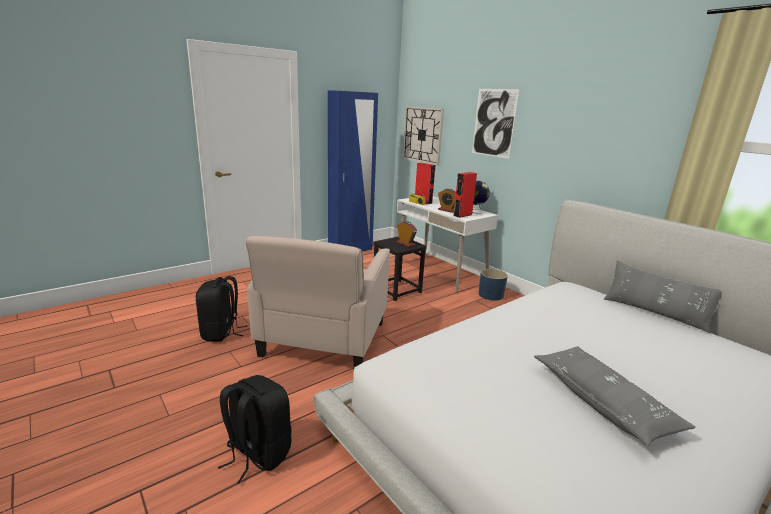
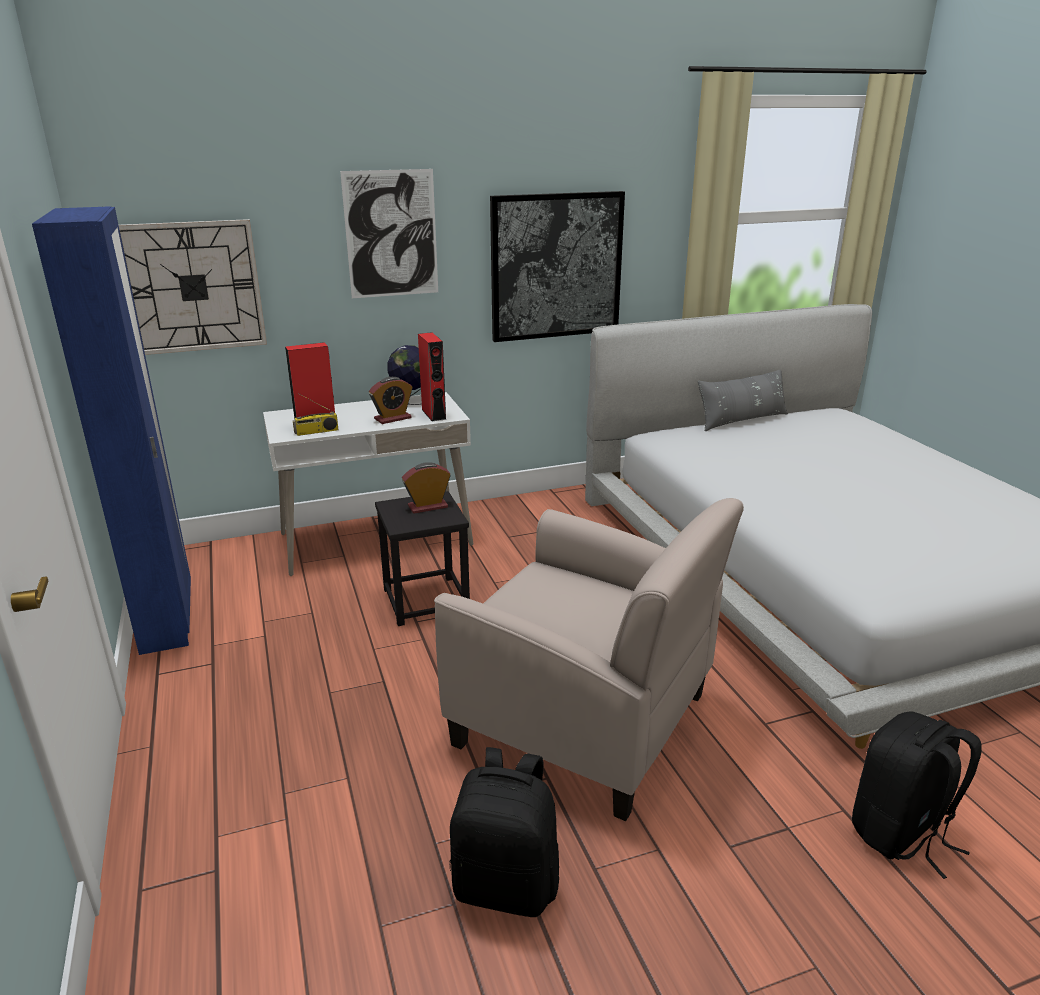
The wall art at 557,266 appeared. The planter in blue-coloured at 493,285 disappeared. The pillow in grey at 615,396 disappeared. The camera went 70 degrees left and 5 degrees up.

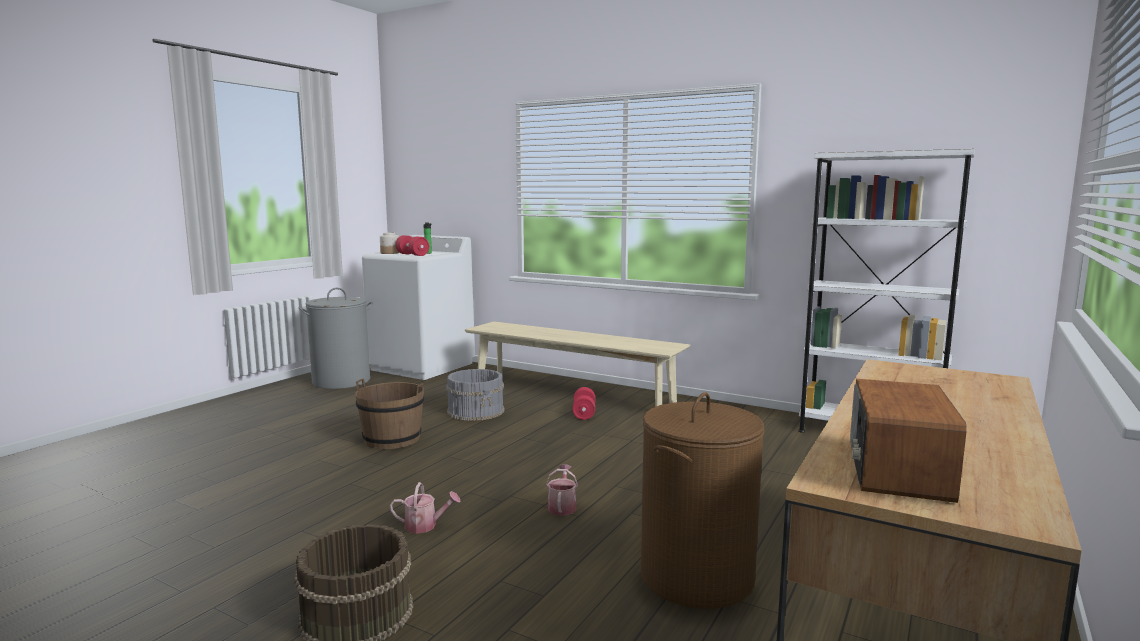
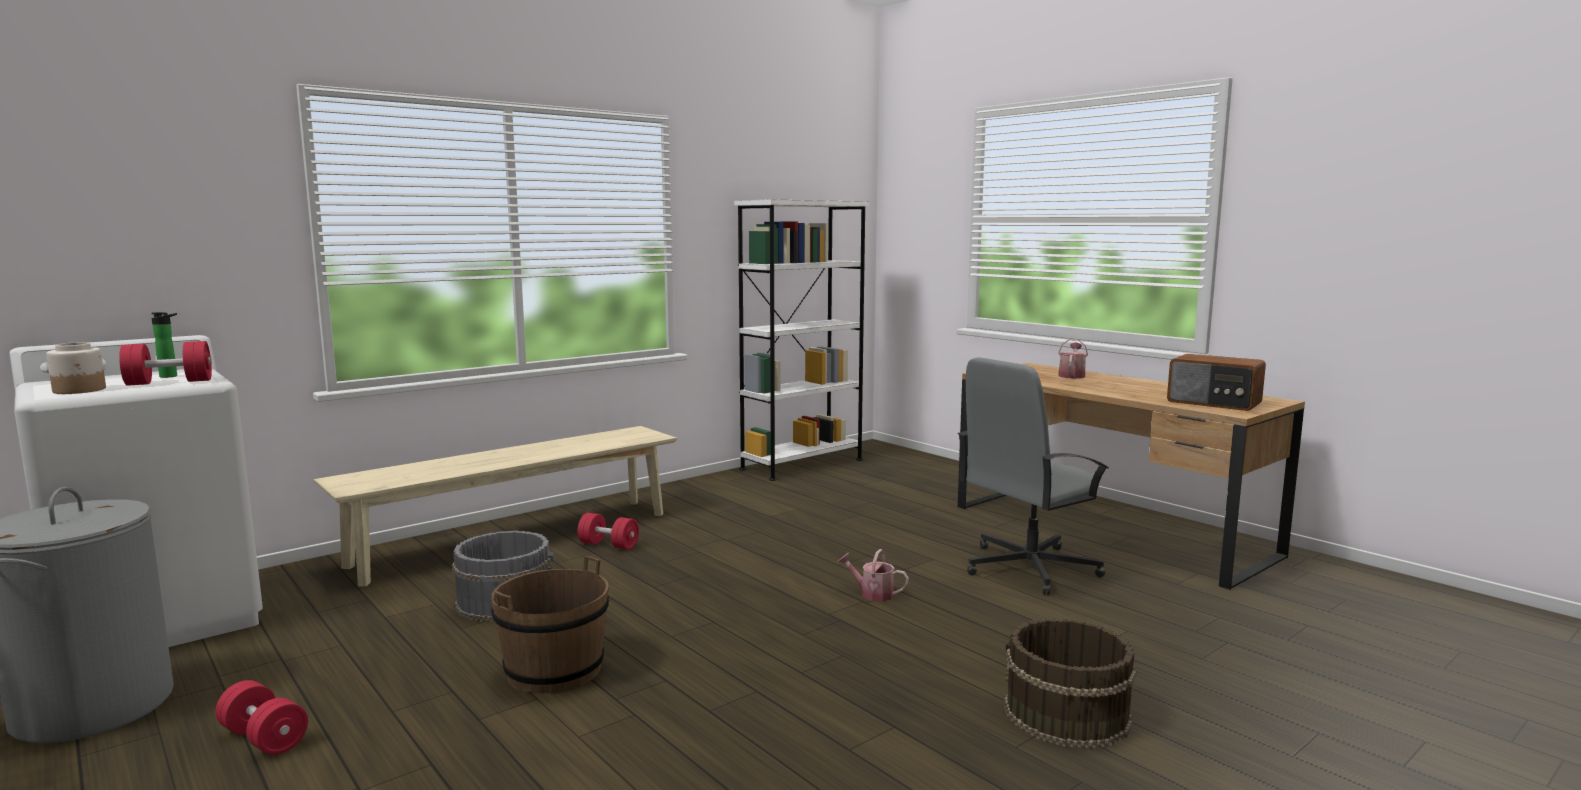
The hand weight in reddish at 261,717 appeared. The laundry basket in brown-coloured at 702,500 was replaced by the desk chair in grey at 1033,476. The sprinkling can moved from 425,508 to 1073,359. The camera went 70 degrees left and 0 degrees up.

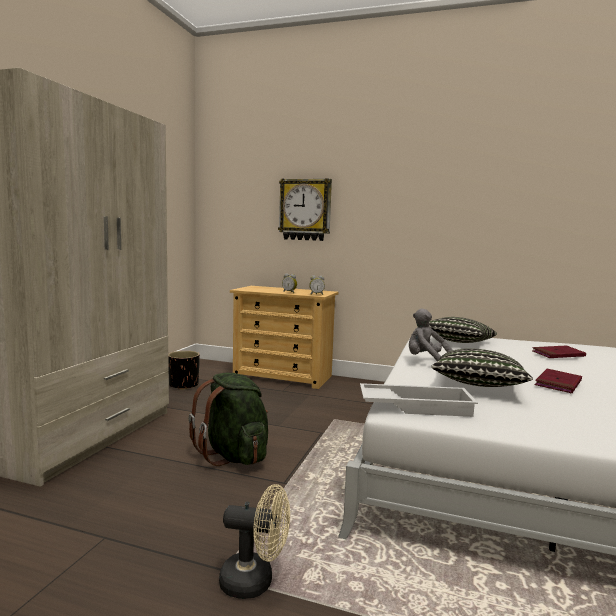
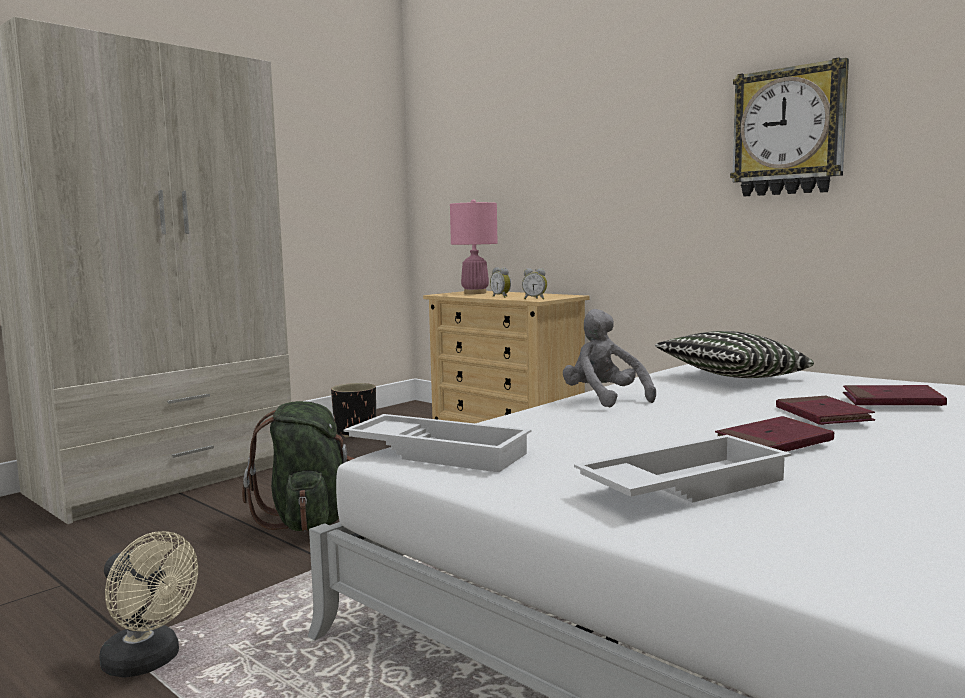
The lamp for a table in pink-coloured at 473,246 appeared. The carrying tray in white at 682,469 appeared. The hanging clock moved from 305,209 to 789,126. The bound book in reddish at 825,410 appeared. The pillow at 482,367 disappeared. The camera went 25 degrees right and 0 degrees up.

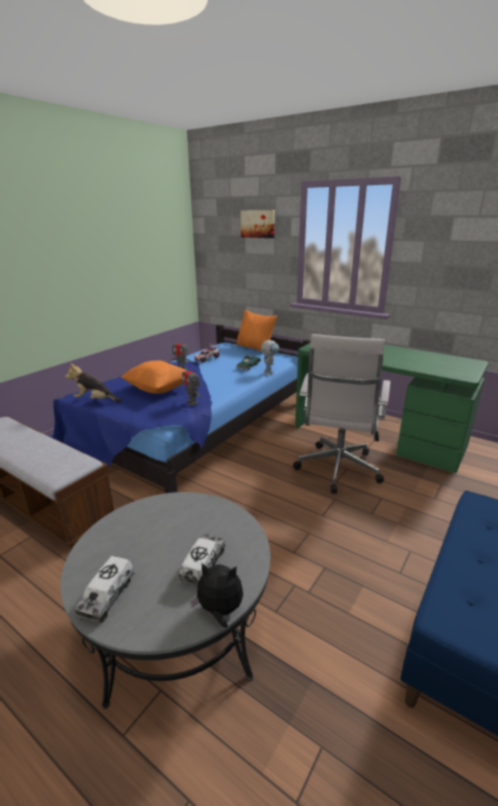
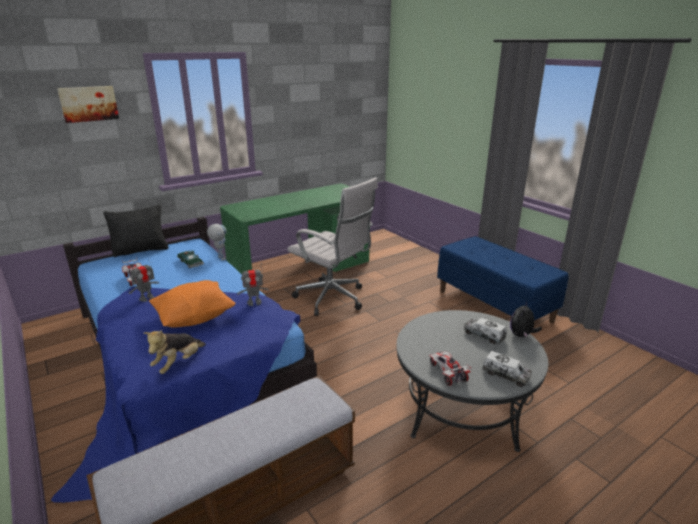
The pillow in orangey at 257,330 became the pillow in black at 136,230. The toy car at 450,369 appeared. The camera went 70 degrees left and 0 degrees up.

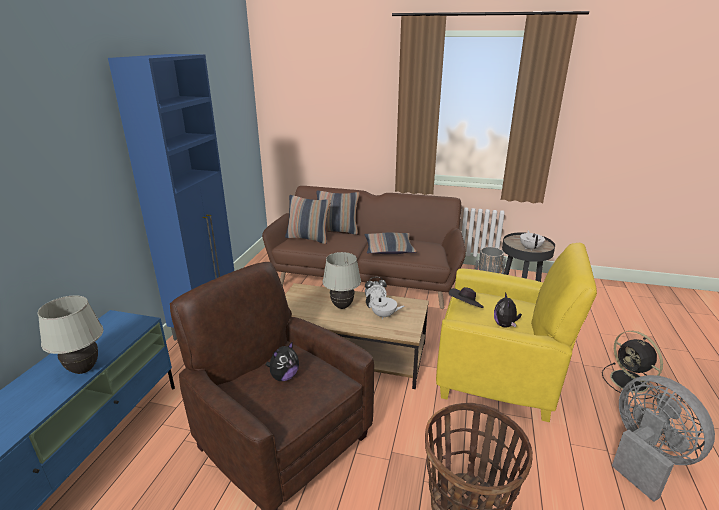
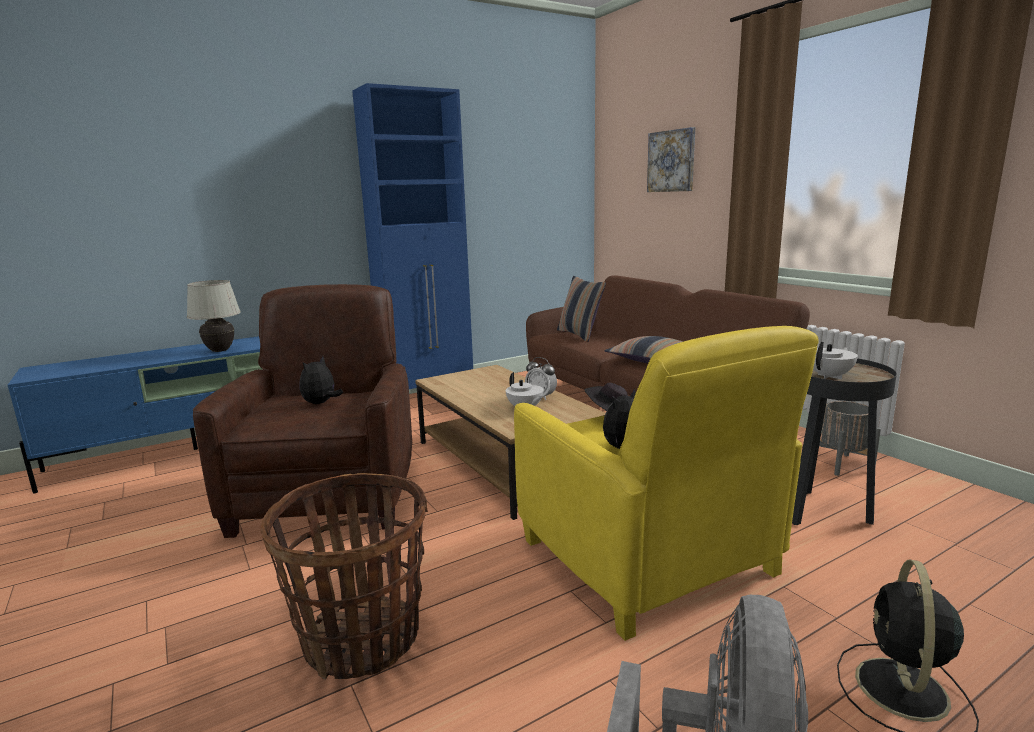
The cuddly toy at 282,361 turned 120 degrees clockwise. The wall art at 671,159 appeared. The pillow at 338,212 disappeared. The lamp for a table in white at 342,280 disappeared. The camera went 45 degrees right and 10 degrees down.

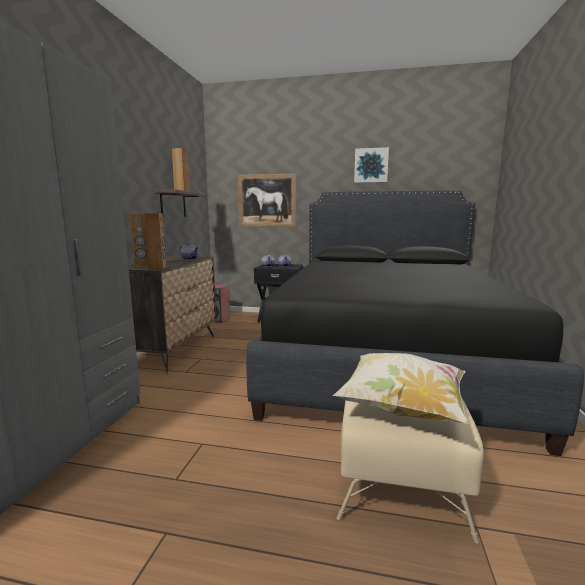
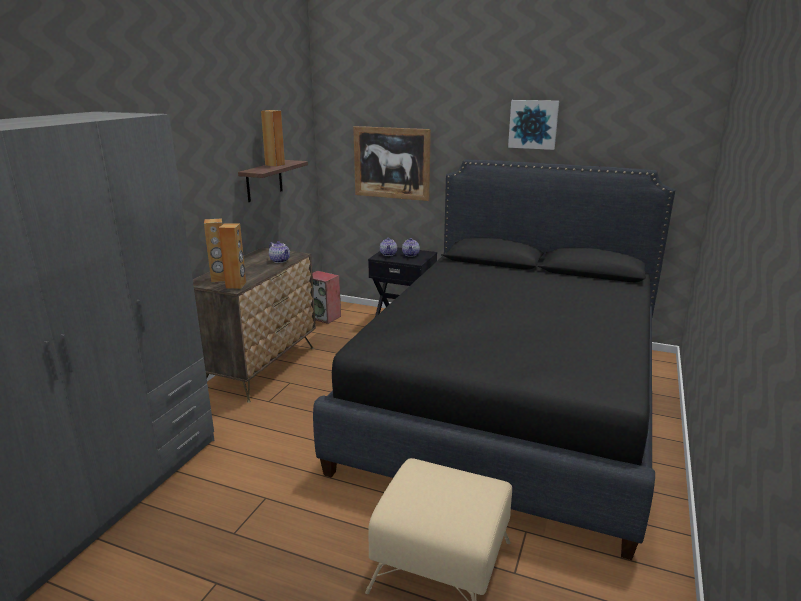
The pillow at 401,388 disappeared. The camera went 10 degrees right and 10 degrees up.

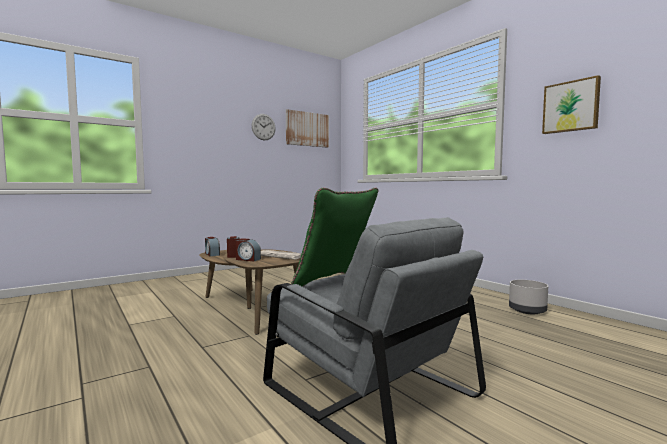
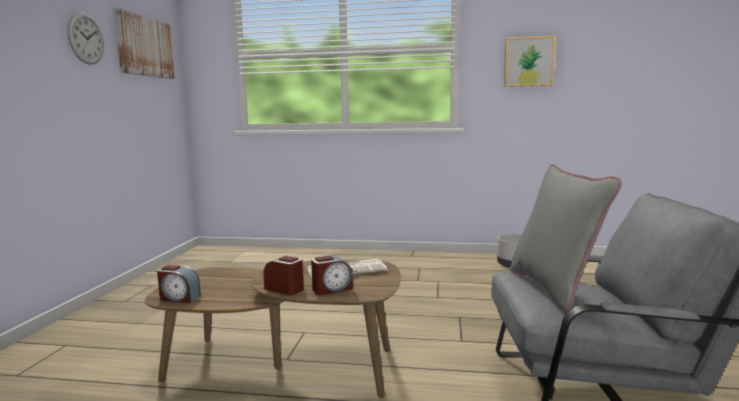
The pillow in greenish at 334,237 became the pillow in grey at 566,238. The camera went 45 degrees left and 5 degrees up.

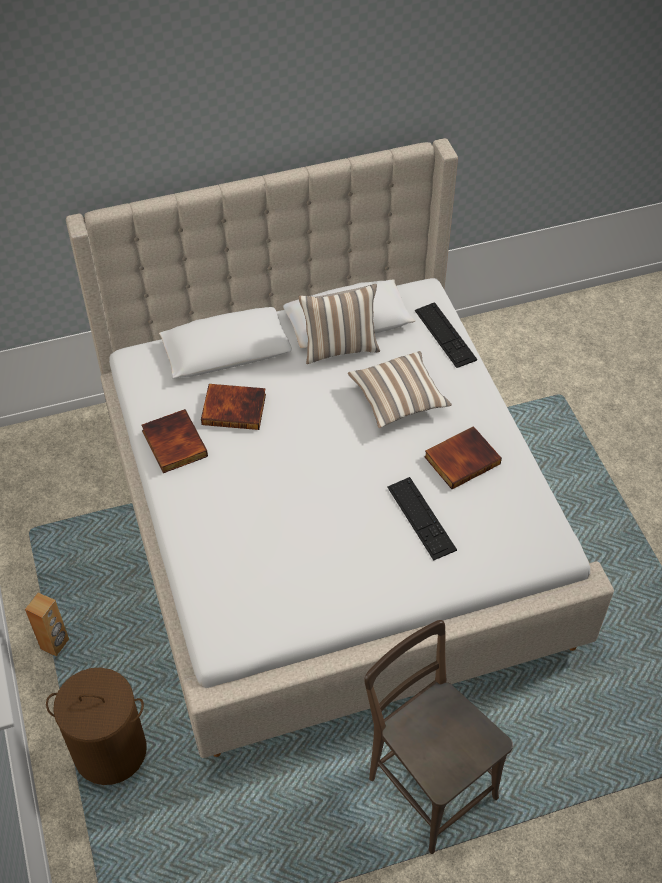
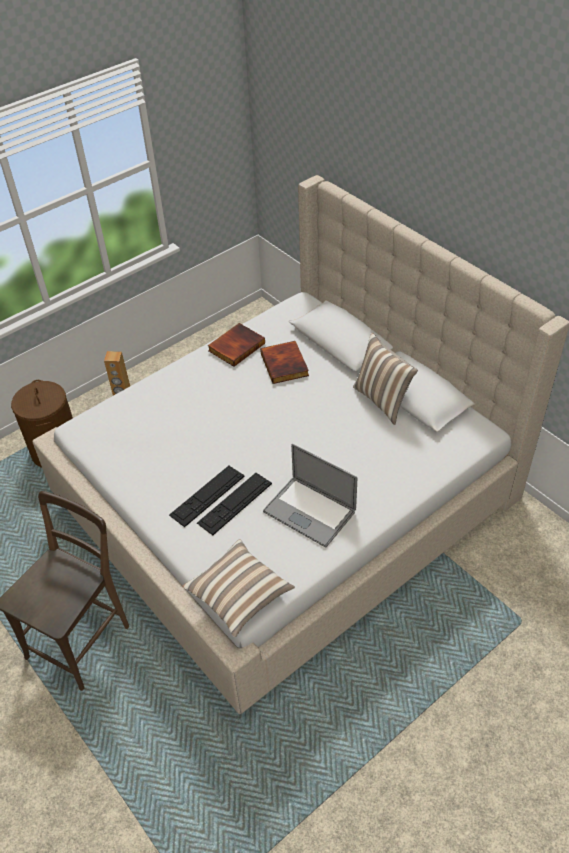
The computer keyboard moved from 446,335 to 207,496. The pillow moved from 400,389 to 238,588. The bound book at 463,457 was replaced by the portable computer at 310,495. The camera went 70 degrees right and 5 degrees down.

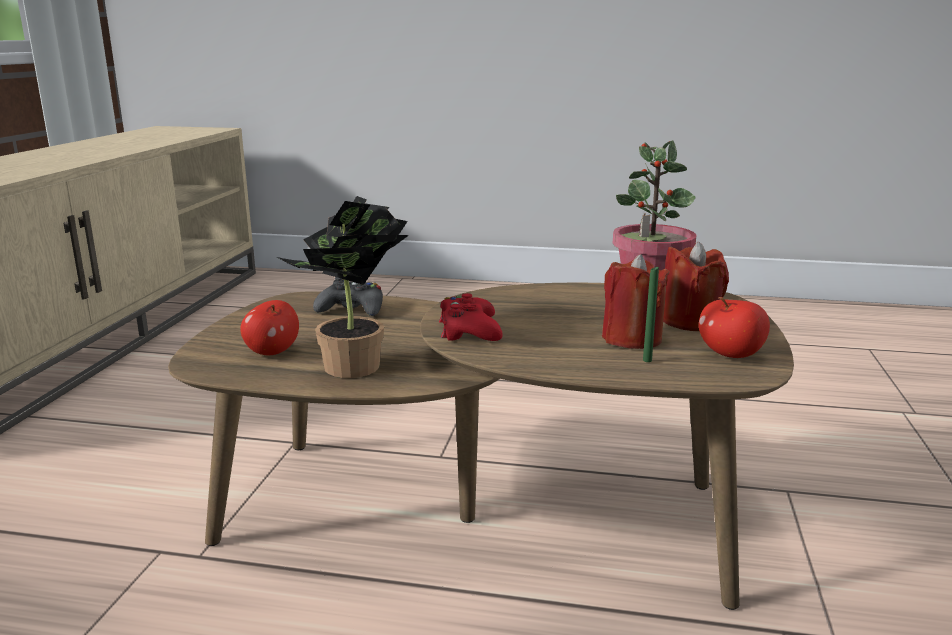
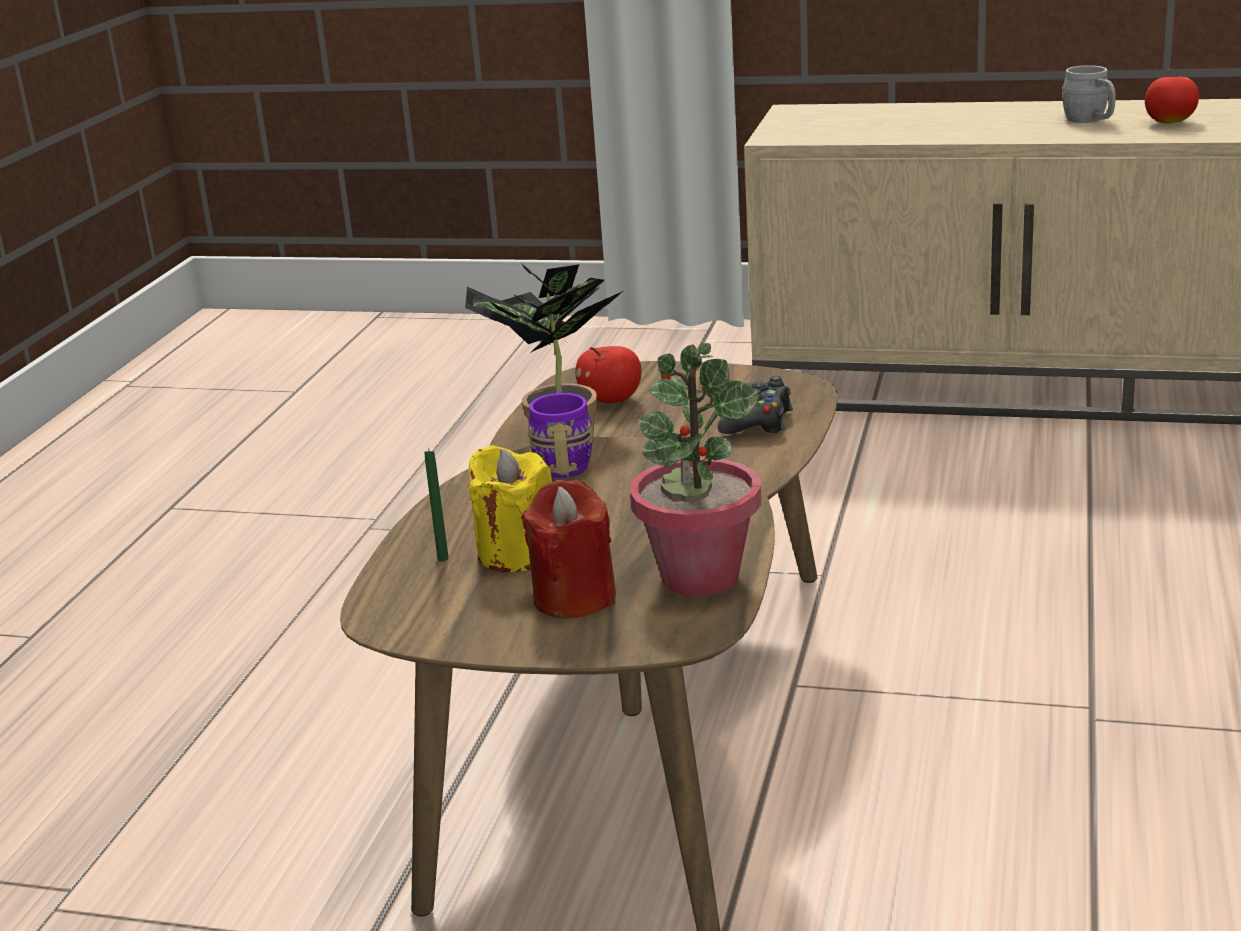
The wax candle in reddish at 636,301 became the wax candle in yellow-coloured at 510,508. The joypad in reddish at 471,317 was replaced by the coffee mug in purple-coloured at 560,434. The coffee mug in grey at 1089,94 appeared. The apple moved from 734,327 to 1172,96. The camera went 95 degrees right and 5 degrees up.

